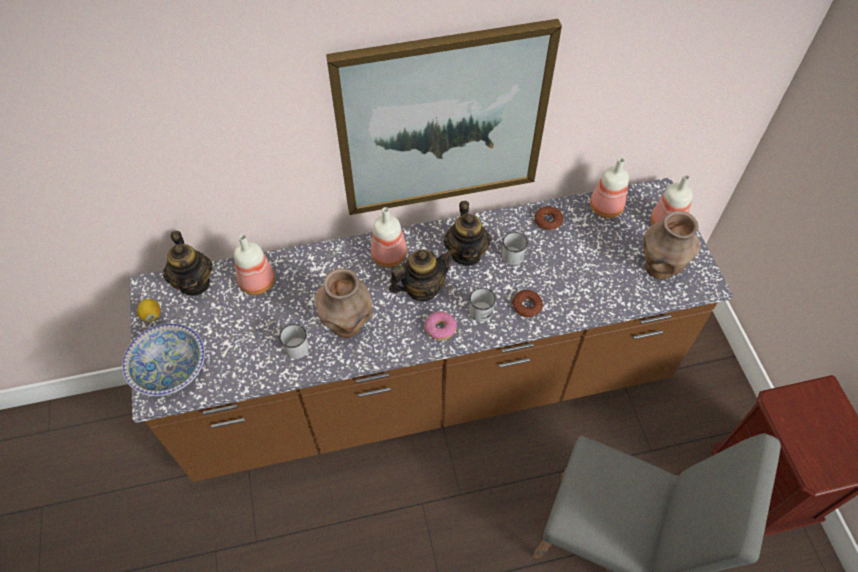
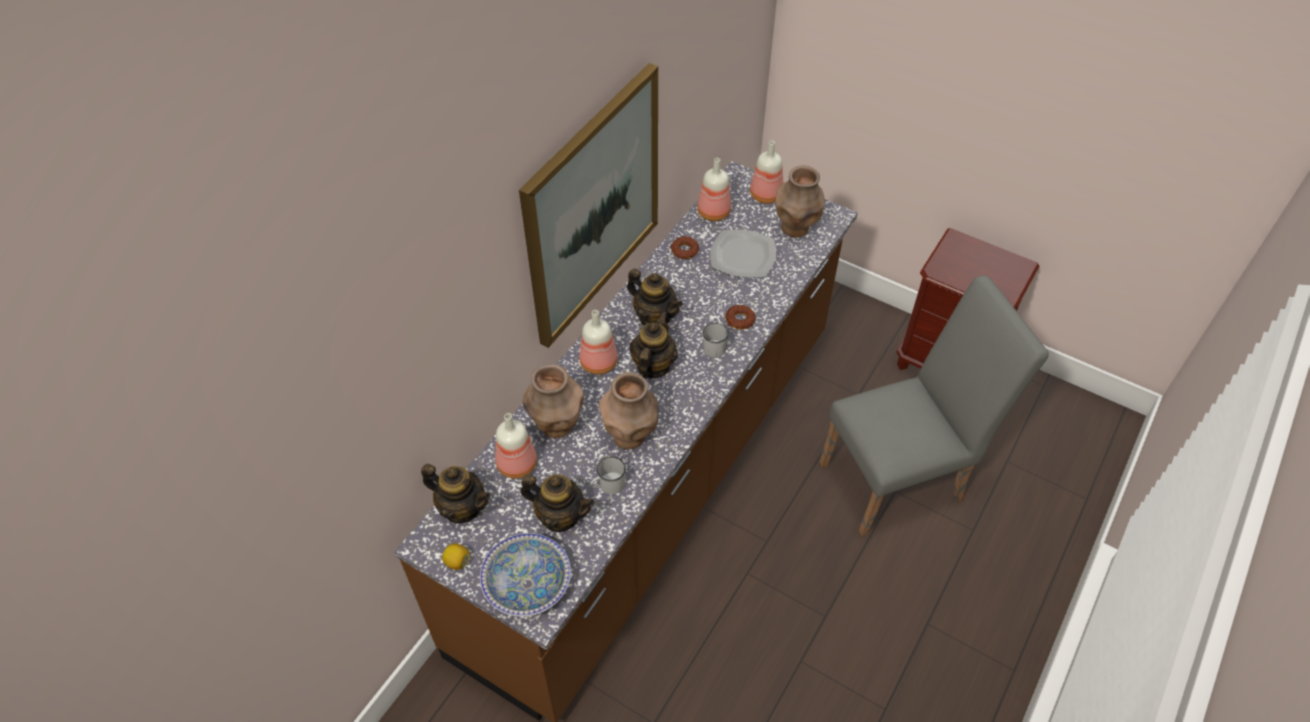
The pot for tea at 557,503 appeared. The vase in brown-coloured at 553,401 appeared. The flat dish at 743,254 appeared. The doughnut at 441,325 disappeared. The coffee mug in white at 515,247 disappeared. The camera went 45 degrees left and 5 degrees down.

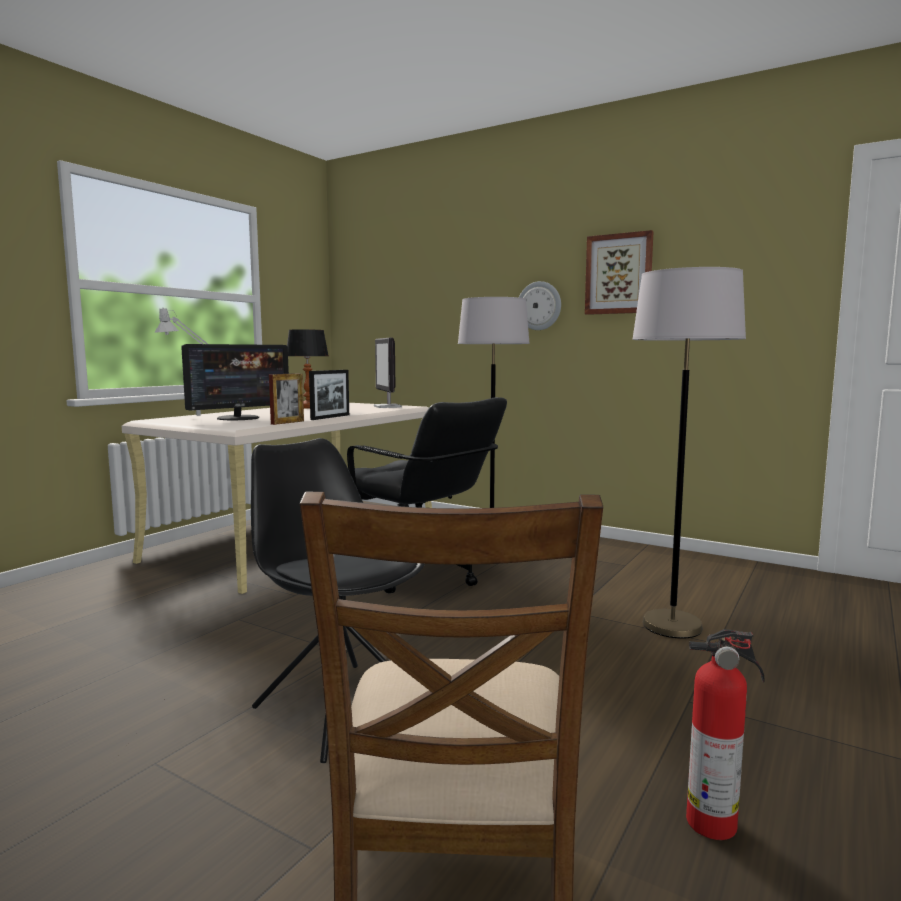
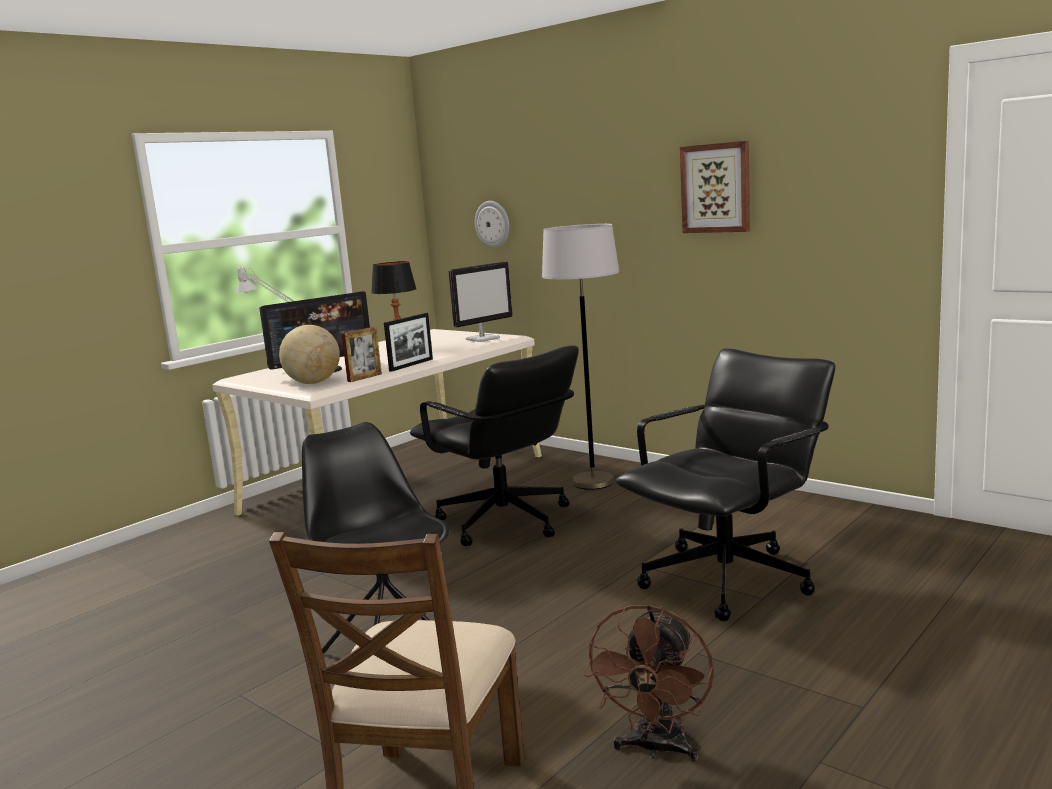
The desk globe at 309,354 appeared. The computer display at 388,372 turned 120 degrees counterclockwise. The hanging clock moved from 540,305 to 492,224. The extinguisher at 725,734 was replaced by the cooling fan in brown-coloured at 648,683. The floor lamp in grey at 689,453 was replaced by the desk chair in black at 725,484. The camera went 10 degrees right and 5 degrees up.

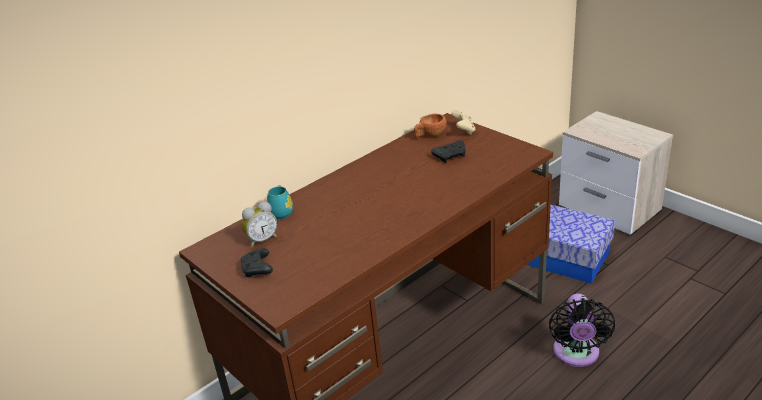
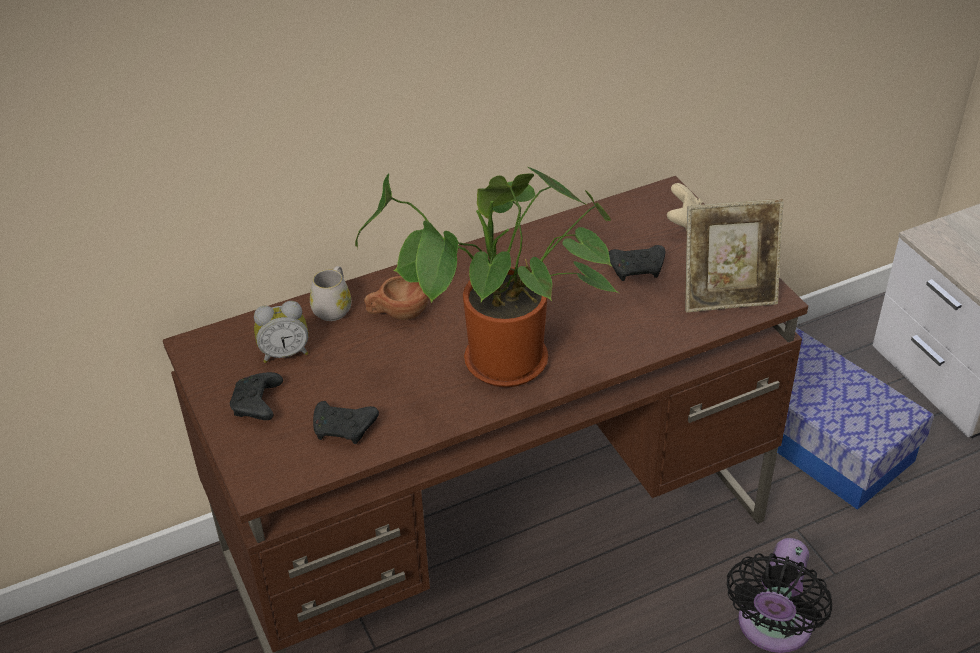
The coffee mug in blue-green at 280,202 became the coffee mug in white at 330,293. The joypad in black at 346,422 appeared. The potted plant at 487,277 appeared. The small cup in brown-coloured moved from 430,125 to 396,298. The photo frame at 734,255 appeared. The camera went 15 degrees right and 10 degrees up.

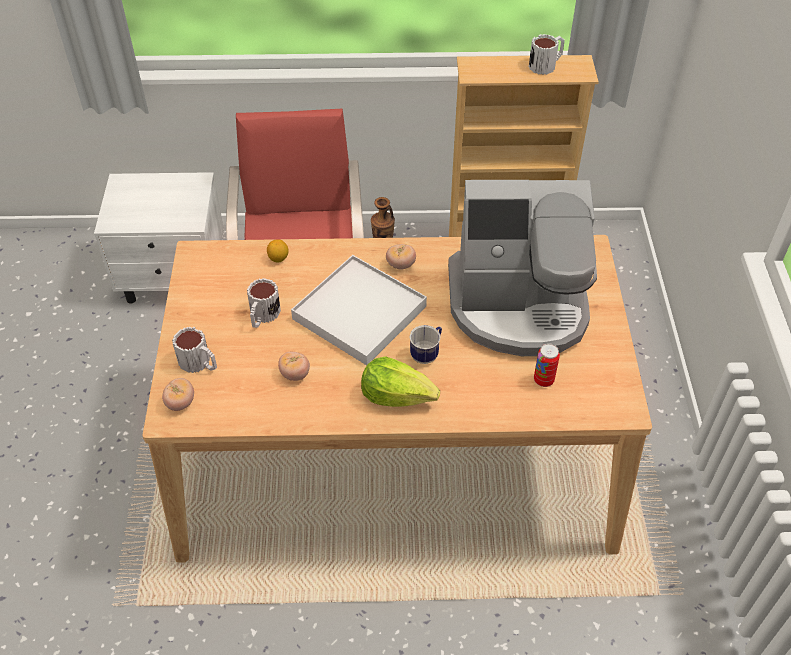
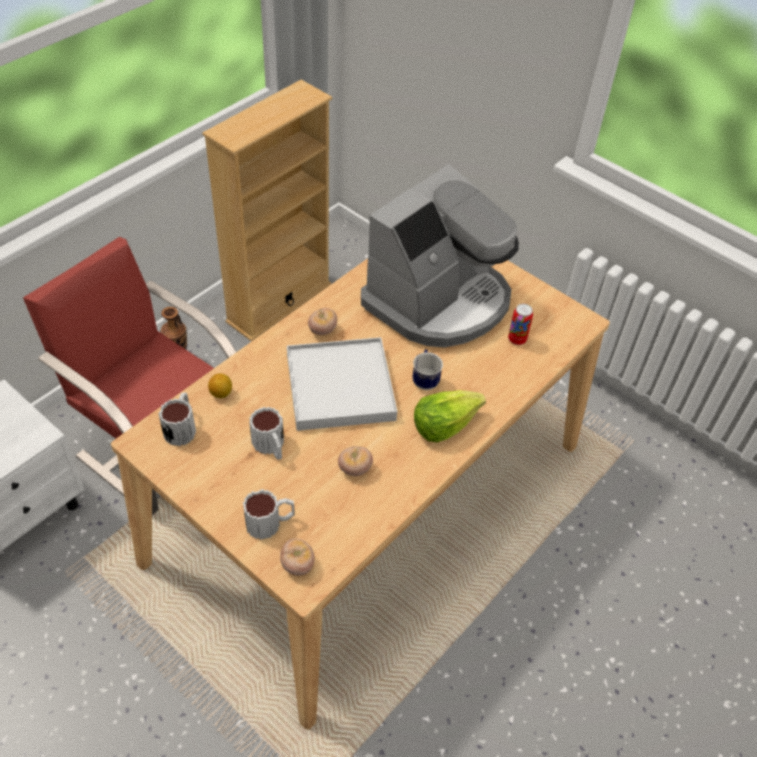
The coffee mug moved from 547,54 to 177,419. The camera went 50 degrees left and 0 degrees up.

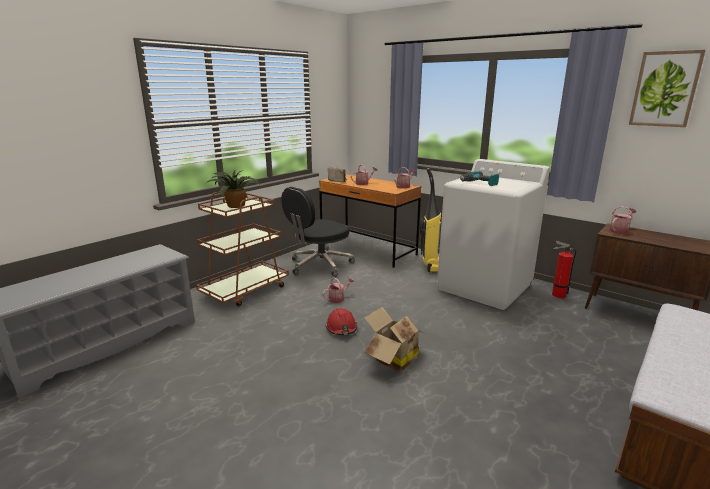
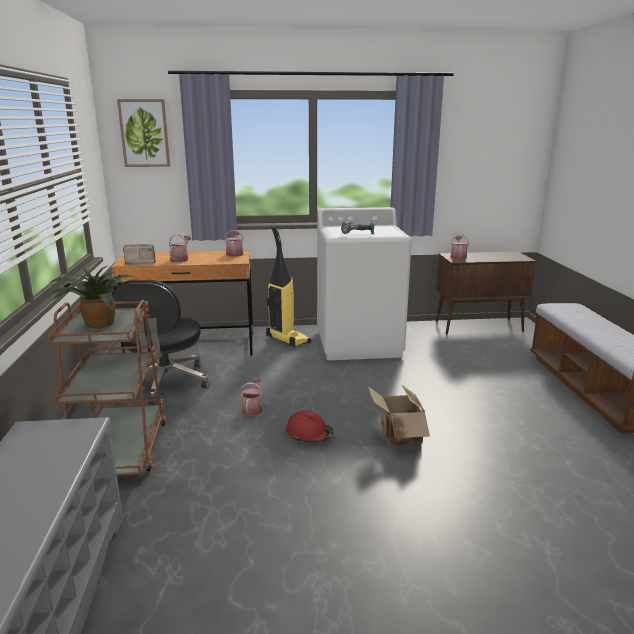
The wall art moved from 667,88 to 143,133. The extinguisher at 564,269 disappeared. The camera went 45 degrees left and 0 degrees up.

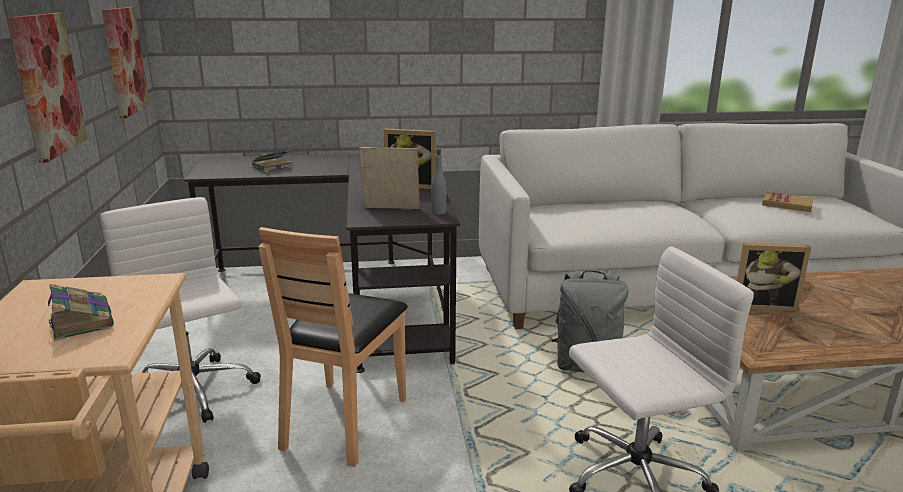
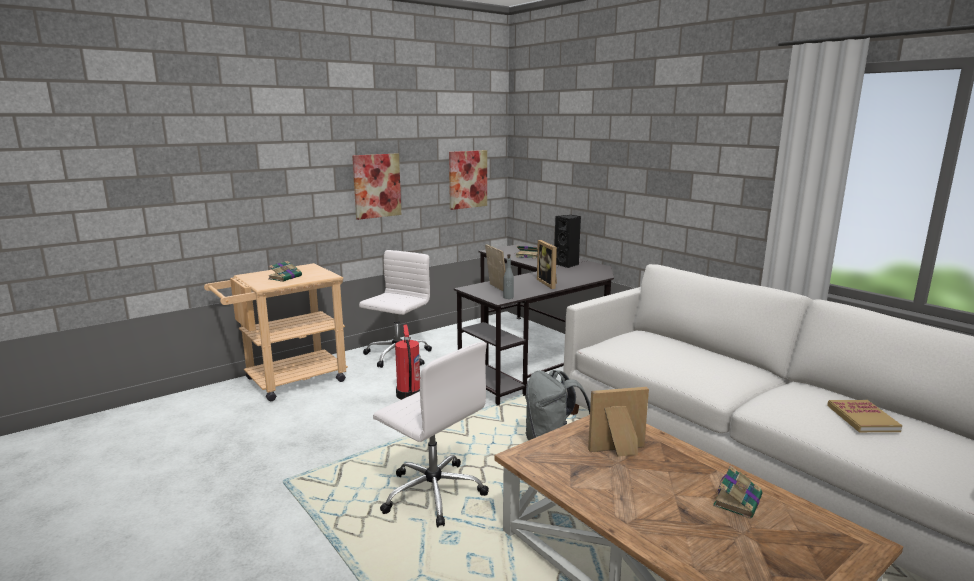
The upright chair in brown-coloured at 333,347 was replaced by the extinguisher at 407,362. The speaker in black at 567,241 appeared. The photo frame at 774,277 turned 105 degrees clockwise. The bound book at 738,492 appeared. The camera went 60 degrees right and 5 degrees down.

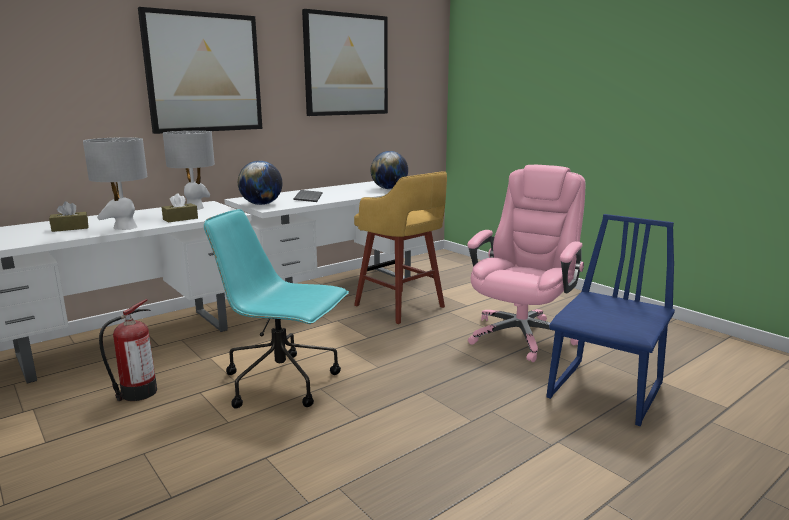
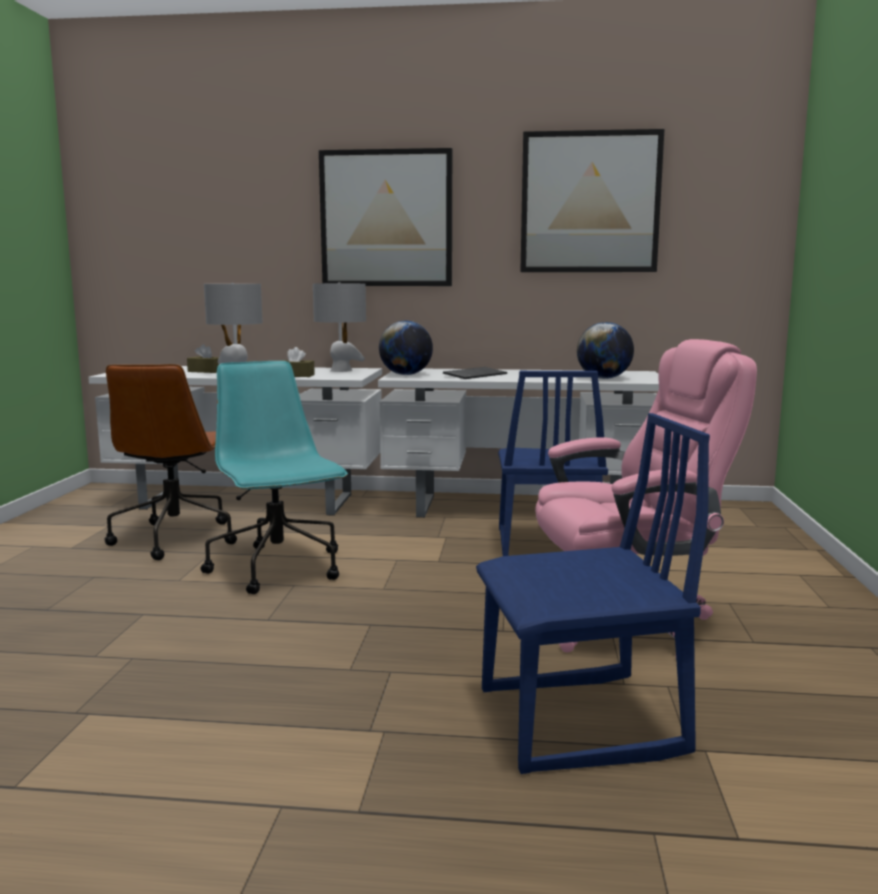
The extinguisher at 128,350 was replaced by the desk chair in brown-coloured at 171,462. The stool in yellow-coloured at 400,247 was replaced by the upright chair in blue-coloured at 553,463. The camera went 45 degrees right and 5 degrees down.

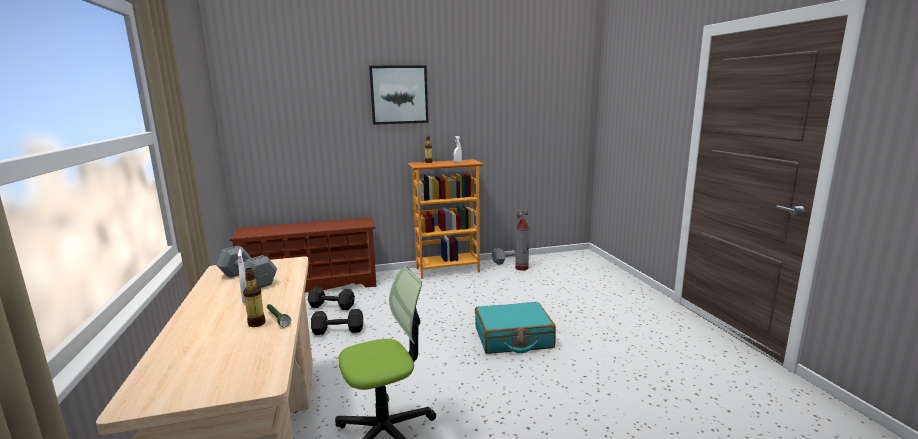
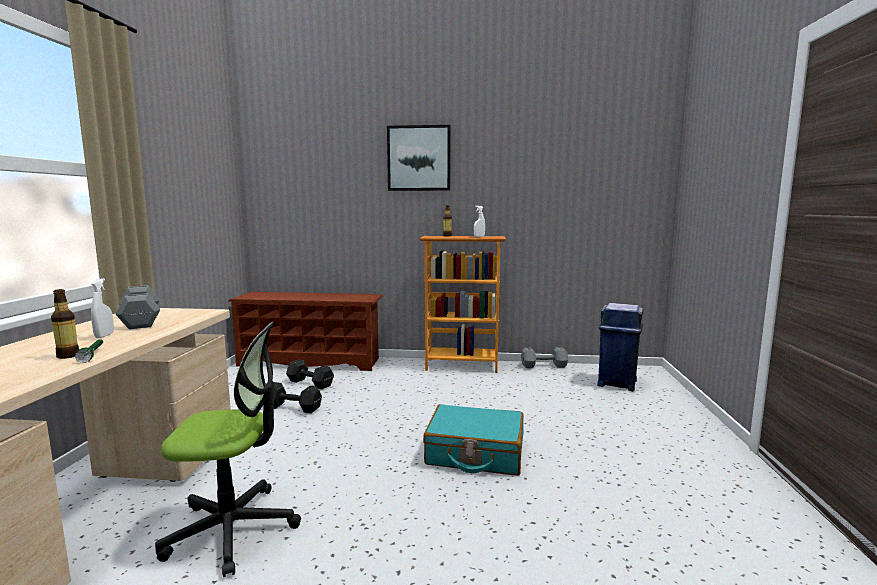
The rubbish bin in blue-coloured at 620,347 appeared. The extinguisher at 522,240 disappeared. The camera went 20 degrees right and 5 degrees down.

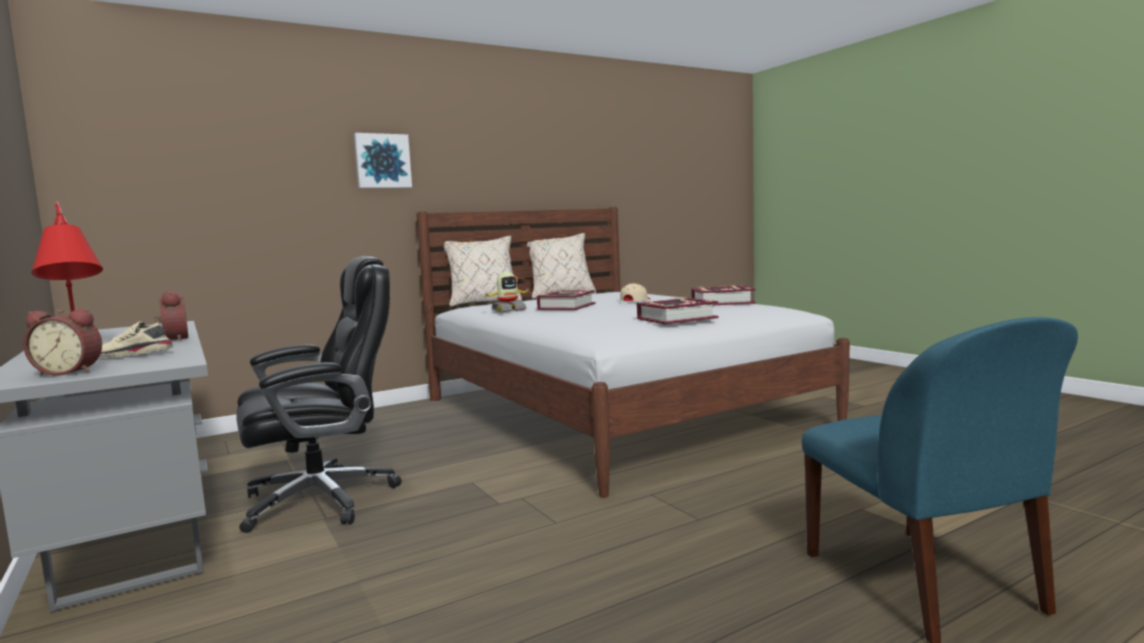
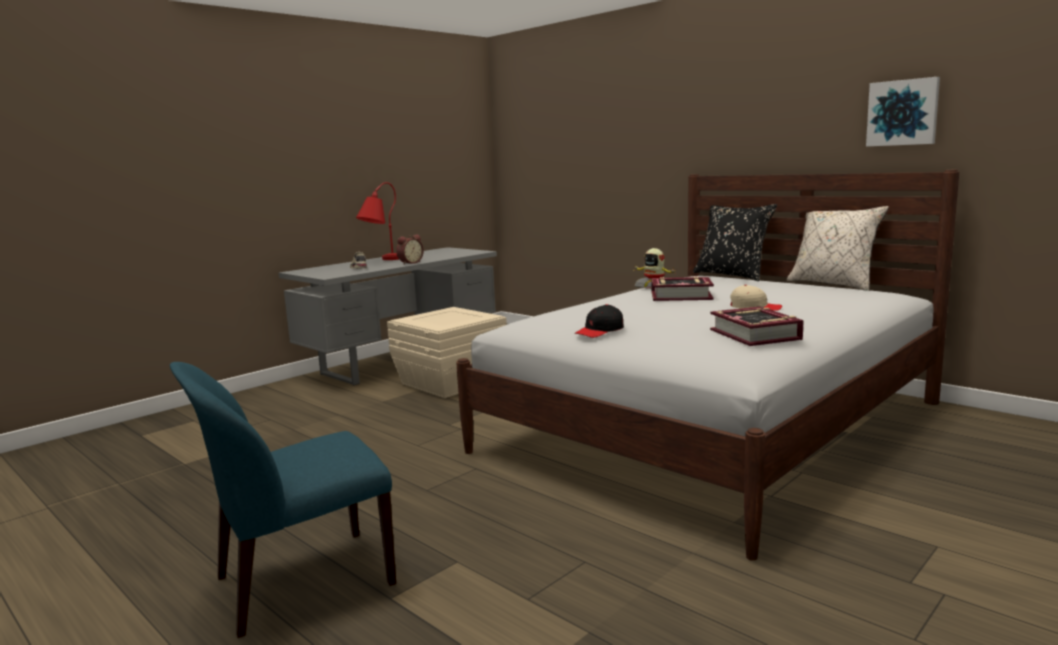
The desk chair in black at 319,394 was replaced by the storage bin in beige-coloured at 446,352. The bound book at 678,311 was replaced by the cap in black at 599,321. The pillow in beige-coloured at 483,271 became the pillow in black at 735,242. The wall art moved from 383,160 to 903,112. The bedside clock at 62,342 disappeared. The camera went 75 degrees right and 5 degrees up.

